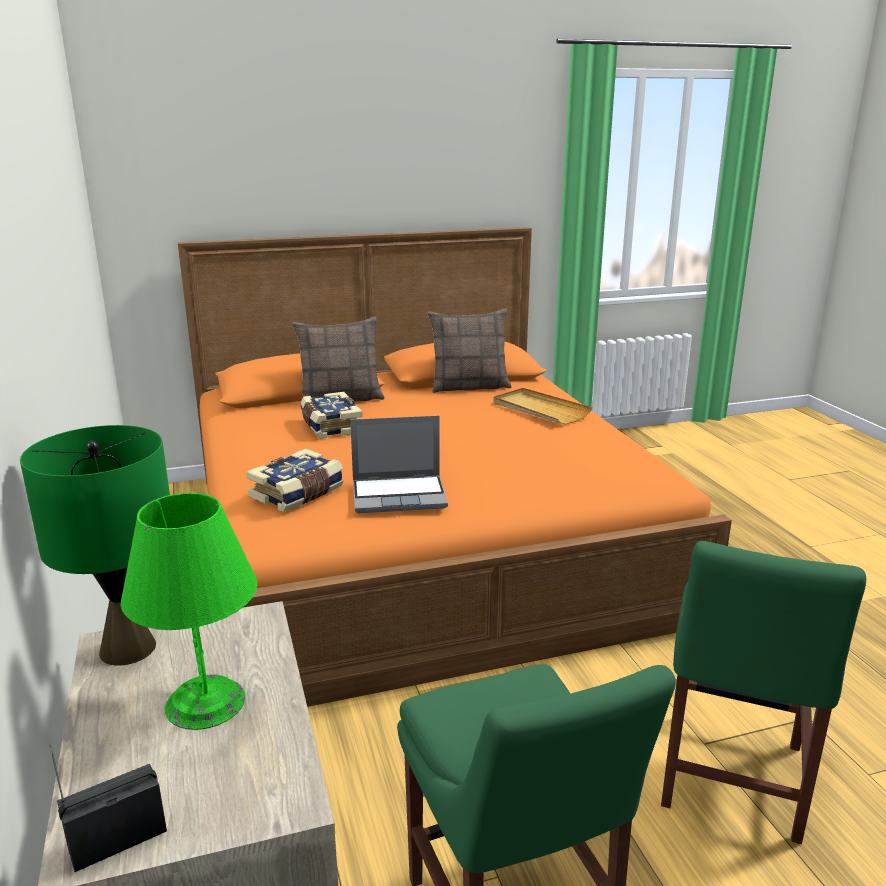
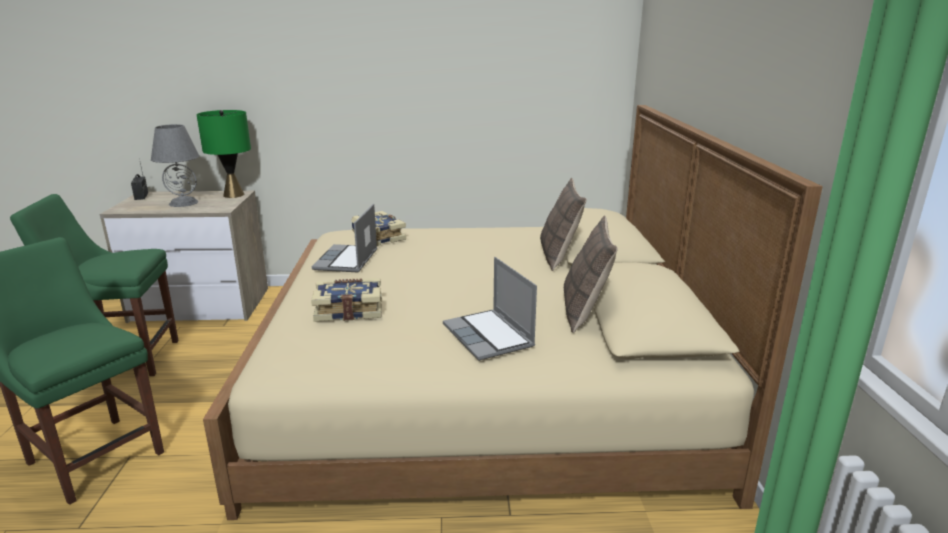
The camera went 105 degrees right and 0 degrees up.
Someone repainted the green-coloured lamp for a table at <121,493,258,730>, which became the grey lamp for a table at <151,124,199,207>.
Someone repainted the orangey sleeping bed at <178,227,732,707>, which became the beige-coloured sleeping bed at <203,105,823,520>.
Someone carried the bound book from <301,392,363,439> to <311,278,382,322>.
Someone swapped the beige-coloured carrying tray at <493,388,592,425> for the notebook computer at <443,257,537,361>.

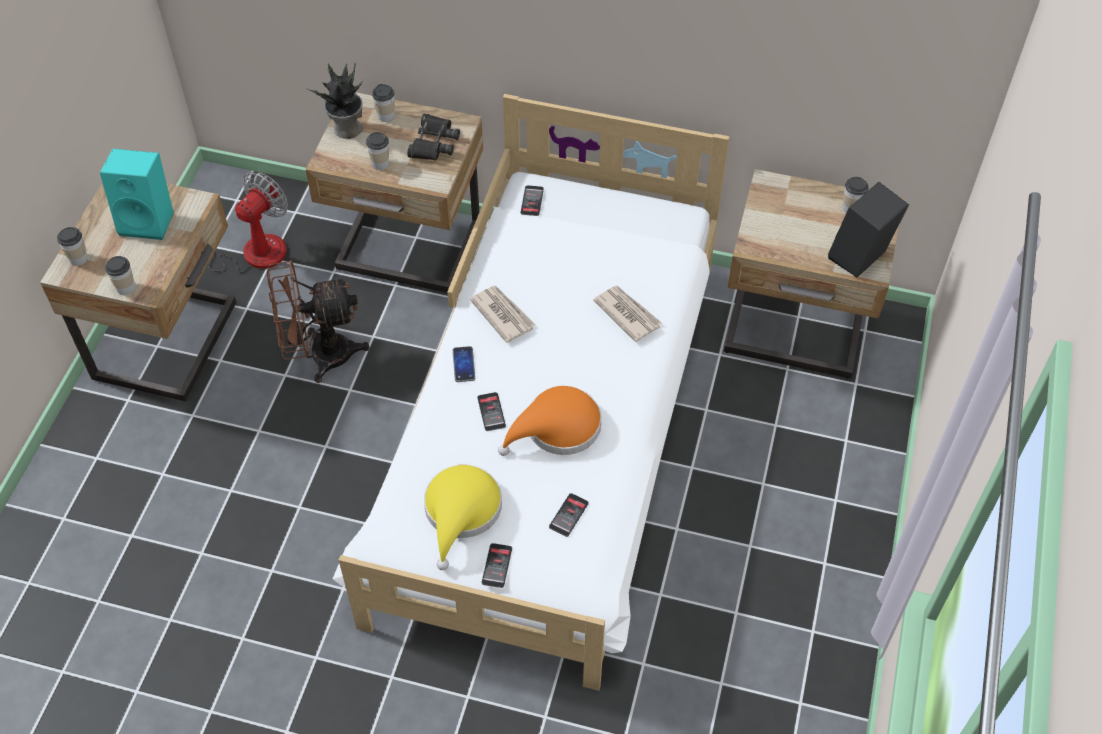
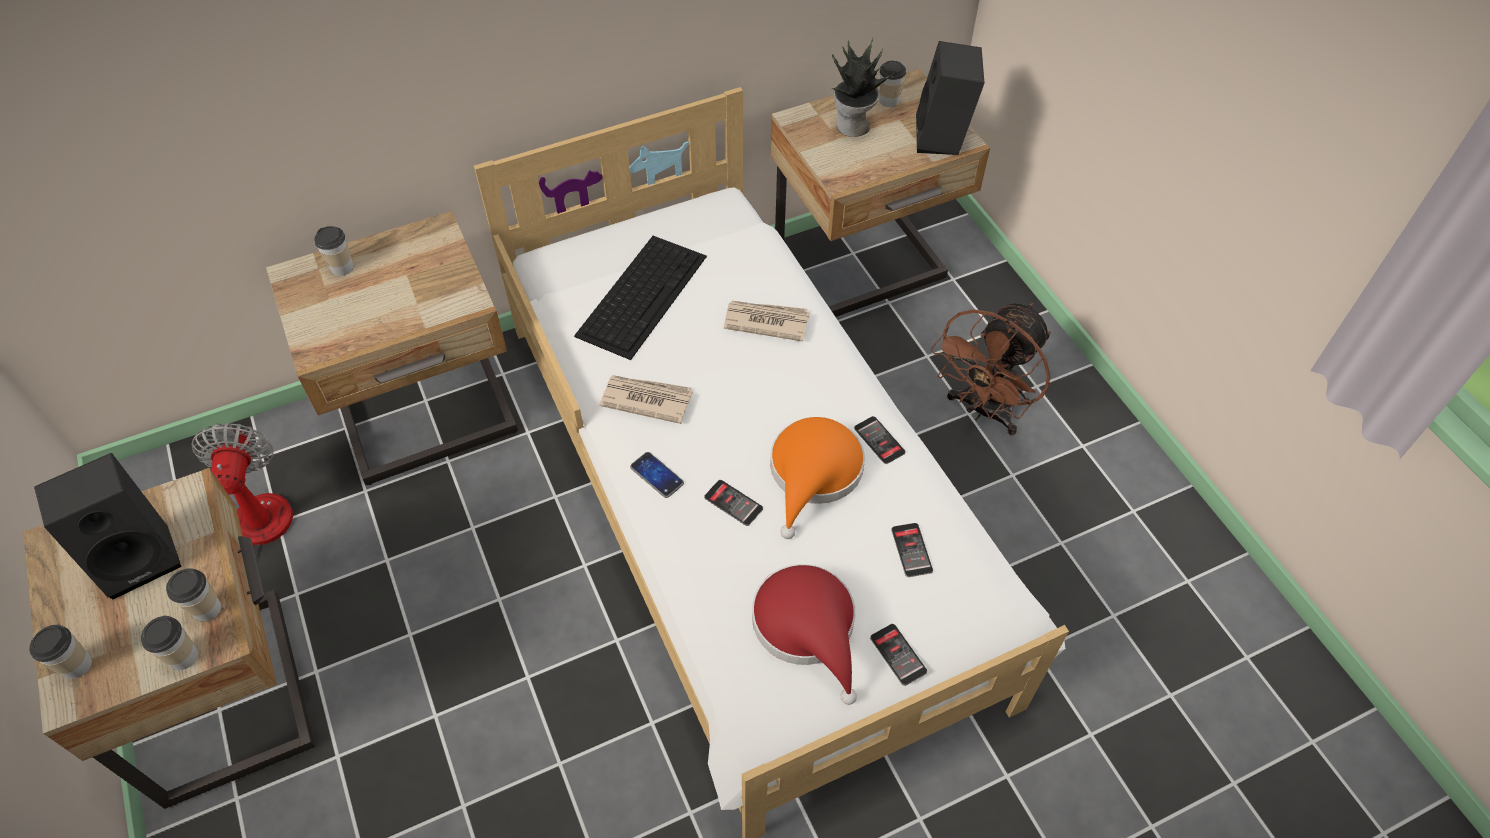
The camera went 40 degrees left and 0 degrees up.
Someone repainted the turquoise speaker at <100,149,174,240>, which became the blackish speaker at <34,453,182,599>.
Someone carried the brownish fan from <267,260,370,383> to <931,303,1051,435>.
Someone carried the plant in a pot from <306,62,363,139> to <831,37,896,137>.
Someone carried the cup from <366,132,389,170> to <166,568,221,622>.
Someone took away the blackish field glasses at <407,114,460,160>.
Someone repainted the yellow-coloured wearable hat at <424,465,502,570>, which became the red wearable hat at <752,564,857,705>.
Someone carried the phone from <521,185,544,216> to <854,416,906,464>.
Someone put down the PC keyboard at <574,236,707,360>.

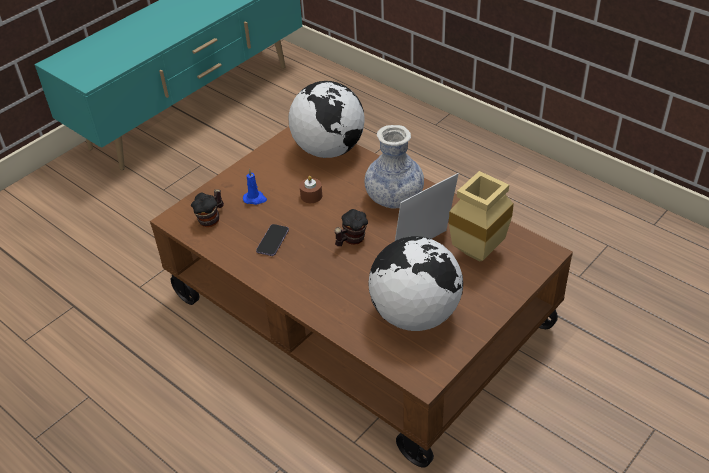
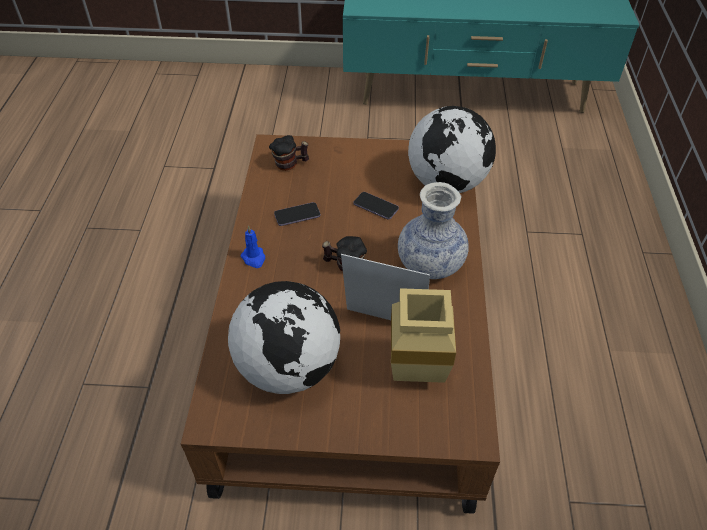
The camera went 50 degrees right and 5 degrees up.
Someone carried the bluish wax light from <243,169,267,205> to <240,225,265,268>.
Someone swapped the brownish wax light at <299,176,322,203> for the phone at <354,192,399,220>.

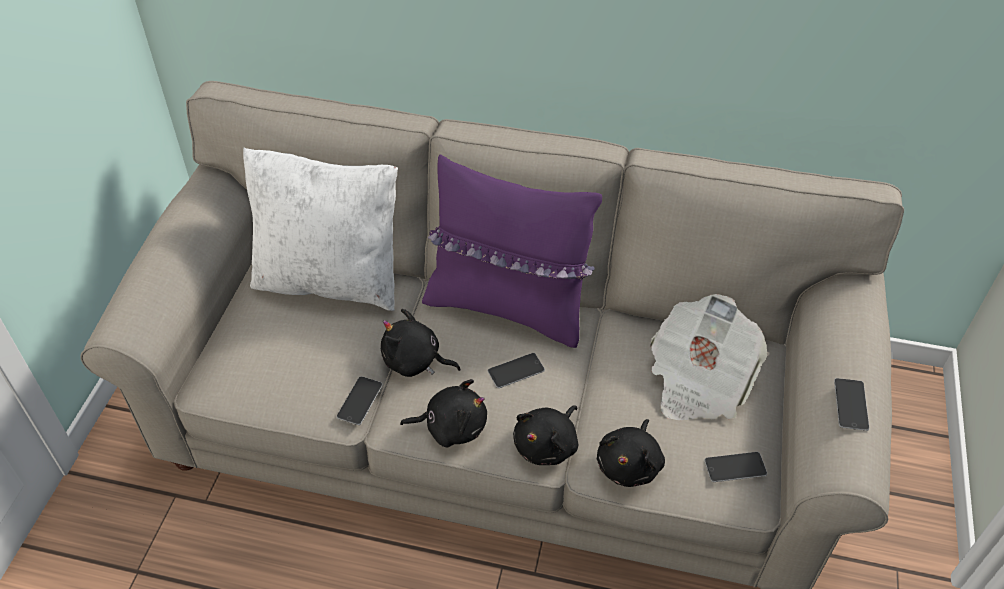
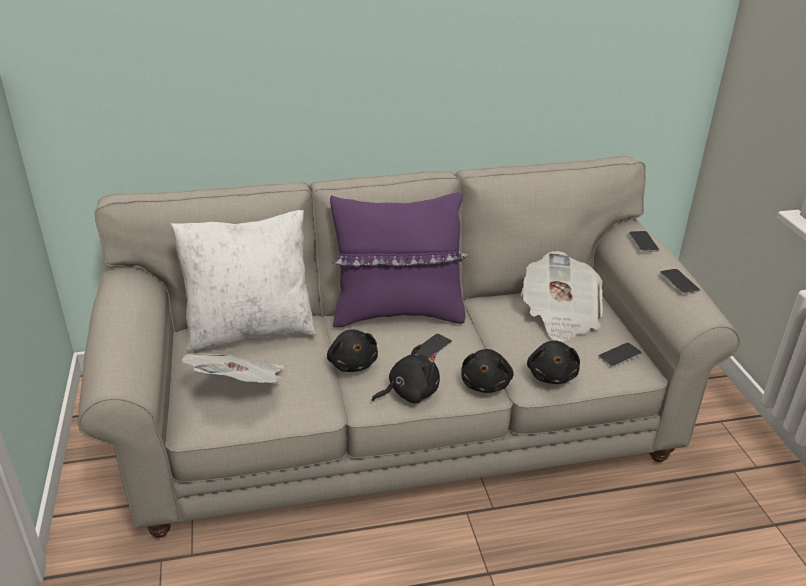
The camera went 25 degrees left and 15 degrees down.
Someone carried the phone from <337,376,383,425> to <629,231,660,252>.
Someone rotated the blackish soft toy at <381,309,461,377> by 105 degrees counterclockwise.
Someone put down the daily paper at <182,353,284,384>.

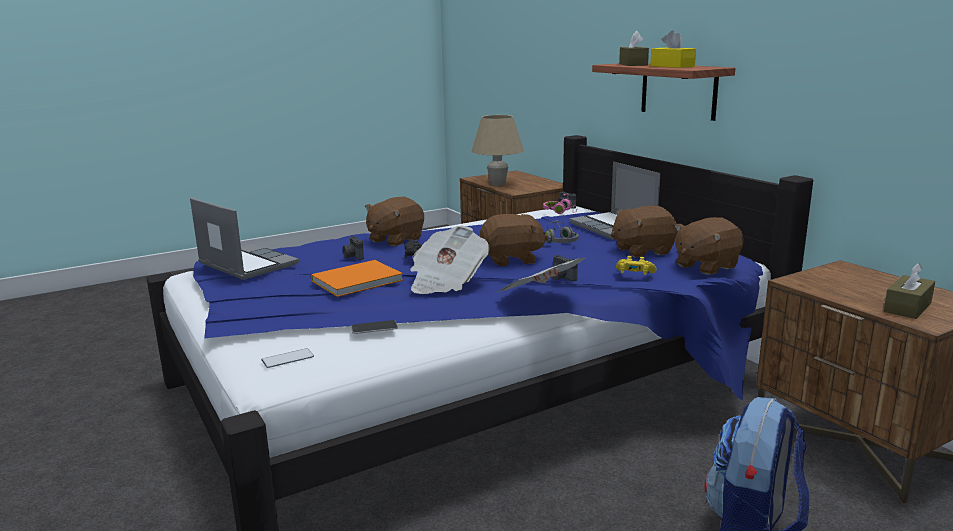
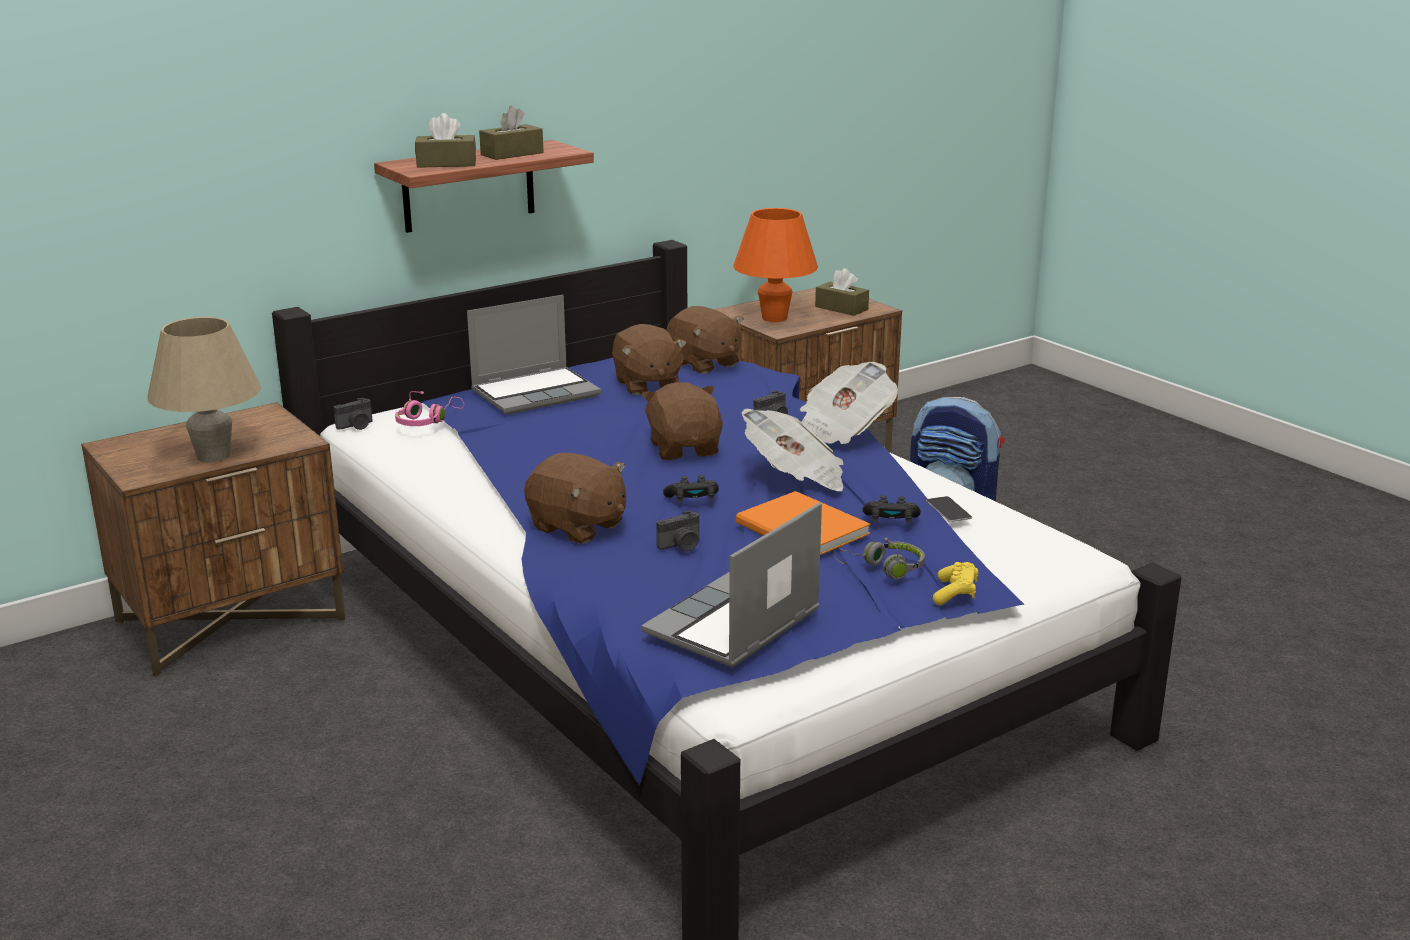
The camera went 95 degrees left and 5 degrees up.
Someone took away the phone at <261,348,314,368>.
Someone carried the grey headset from <545,220,579,243> to <834,538,925,579>.
Someone carried the yellow-coloured game controller from <616,256,657,275> to <933,562,978,605>.
Someone repainted the yellow-coloured tissue box at <650,30,696,68>, which became the brownish tissue box at <479,106,544,160>.
Someone put down the orangey lamp for a table at <733,208,818,322>.
Someone put down the blackish game controller at <863,495,921,524>.

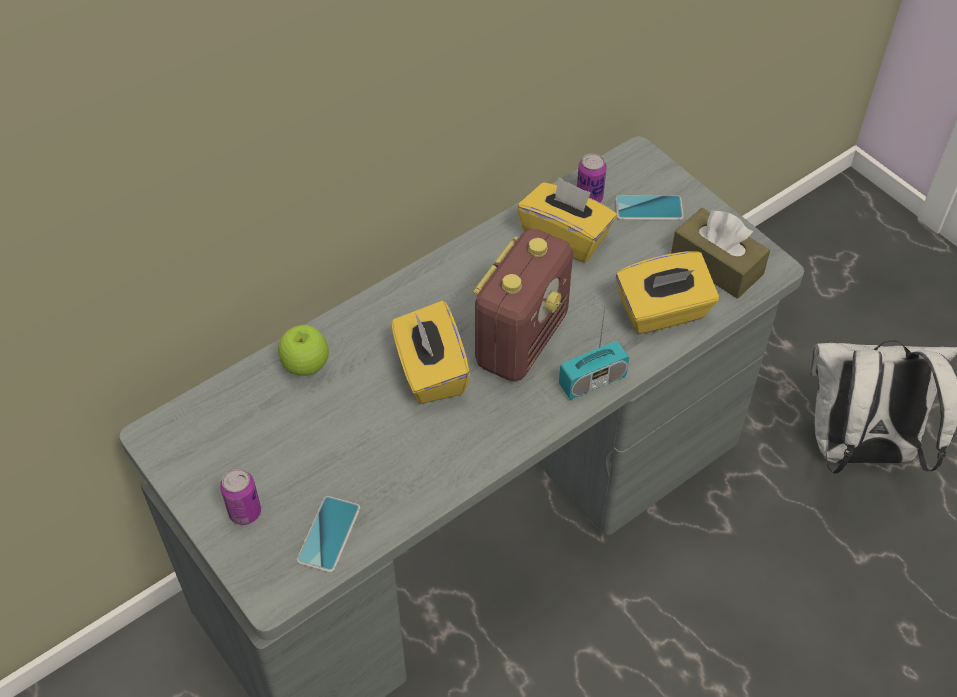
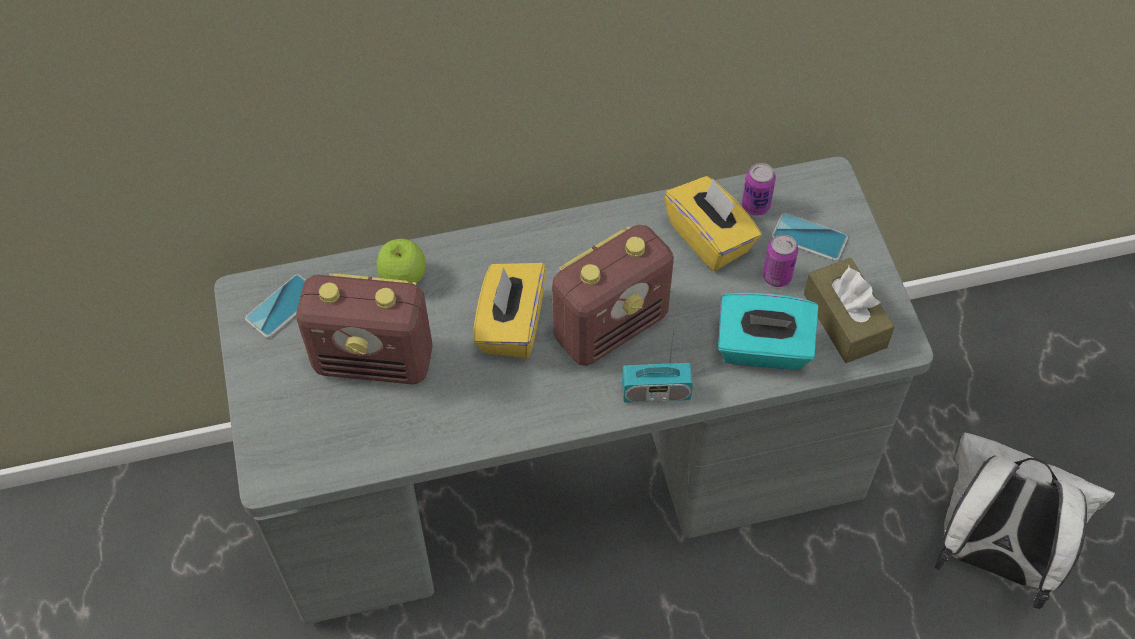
The camera went 25 degrees right and 5 degrees up.
Someone carried the metal can from <220,468,261,525> to <763,234,798,287>.
Someone carried the phone from <297,496,360,573> to <245,274,306,338>.
Someone repainted the yellow-coloured tissue box at <616,251,719,334>, which became the turquoise tissue box at <718,293,818,370>.
Someone put down the radio receiver at <296,273,433,384>.

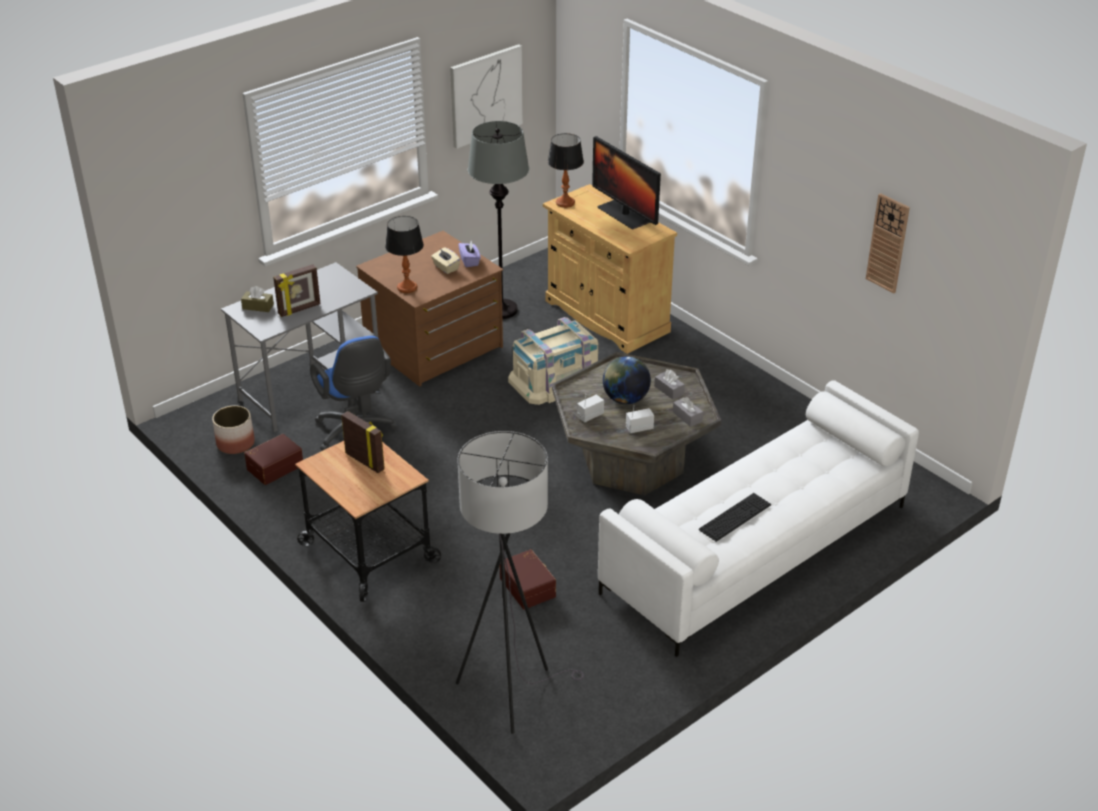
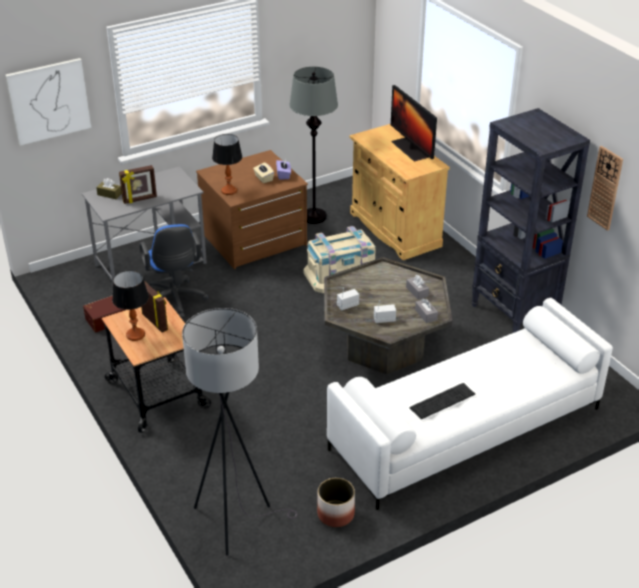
The camera went 10 degrees right and 0 degrees up.
Someone carried the plant pot from <212,406,255,454> to <317,478,355,527>.
Someone carried the wall art from <450,44,523,149> to <5,58,91,146>.
Someone took away the brownish storage bin at <500,549,556,610>.
Someone carried the lamp for a table from <548,133,584,208> to <112,270,149,341>.
Someone took away the world globe at <603,356,651,404>.
Someone put down the blackish bookcase at <472,108,590,333>.

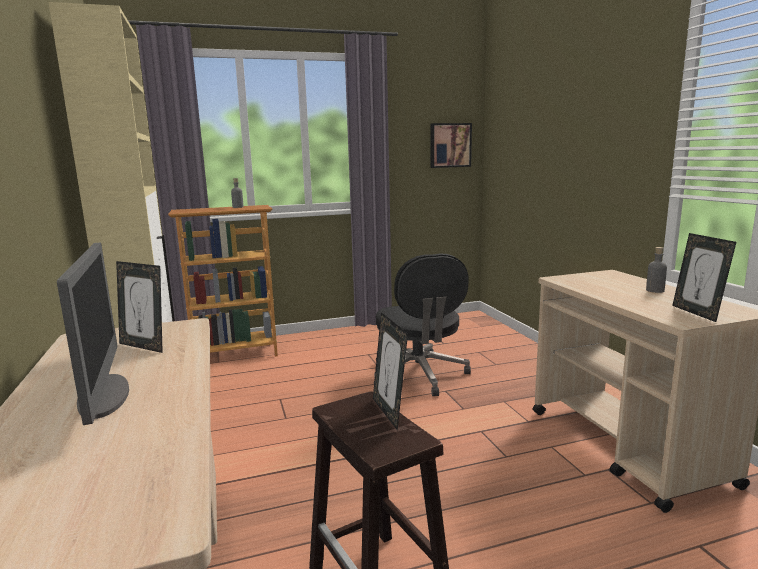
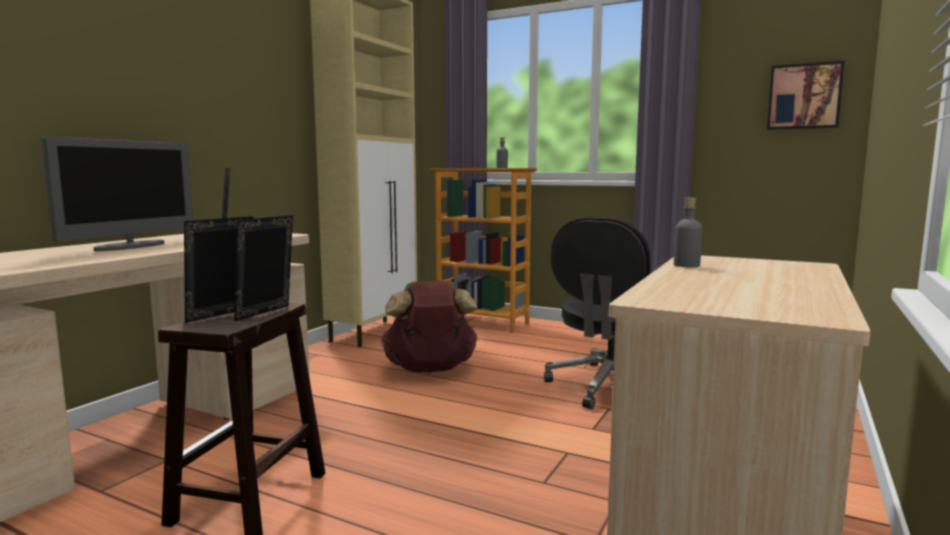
The camera went 45 degrees right and 5 degrees down.
Someone carried the grey drink bottle from <646,247,667,293> to <674,198,702,267>.
Someone carried the standing frame from <672,233,736,322> to <184,216,253,323>.
Someone put down the brownish rucksack at <381,281,478,373>.

